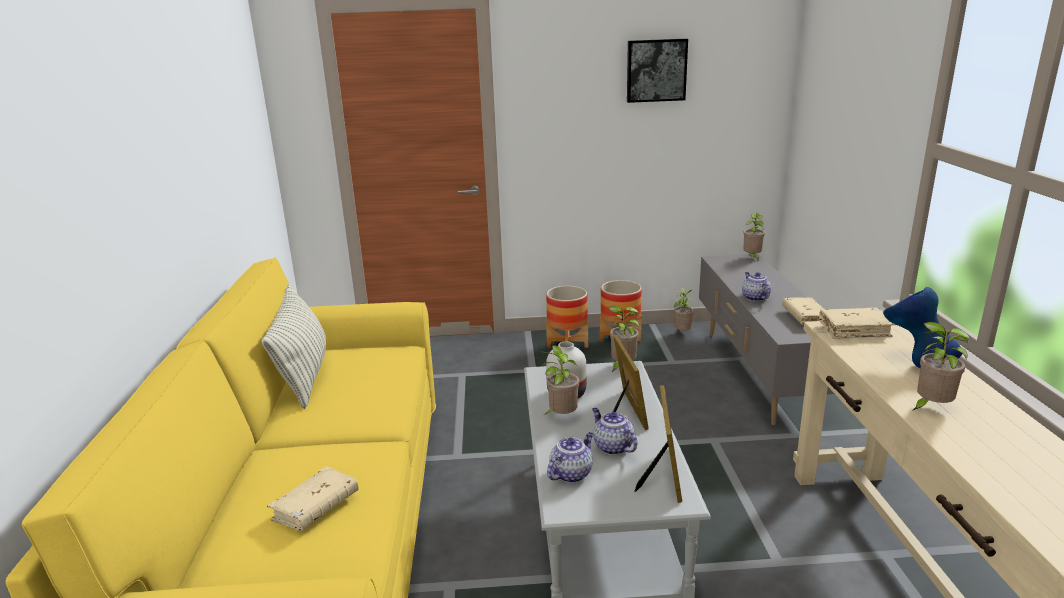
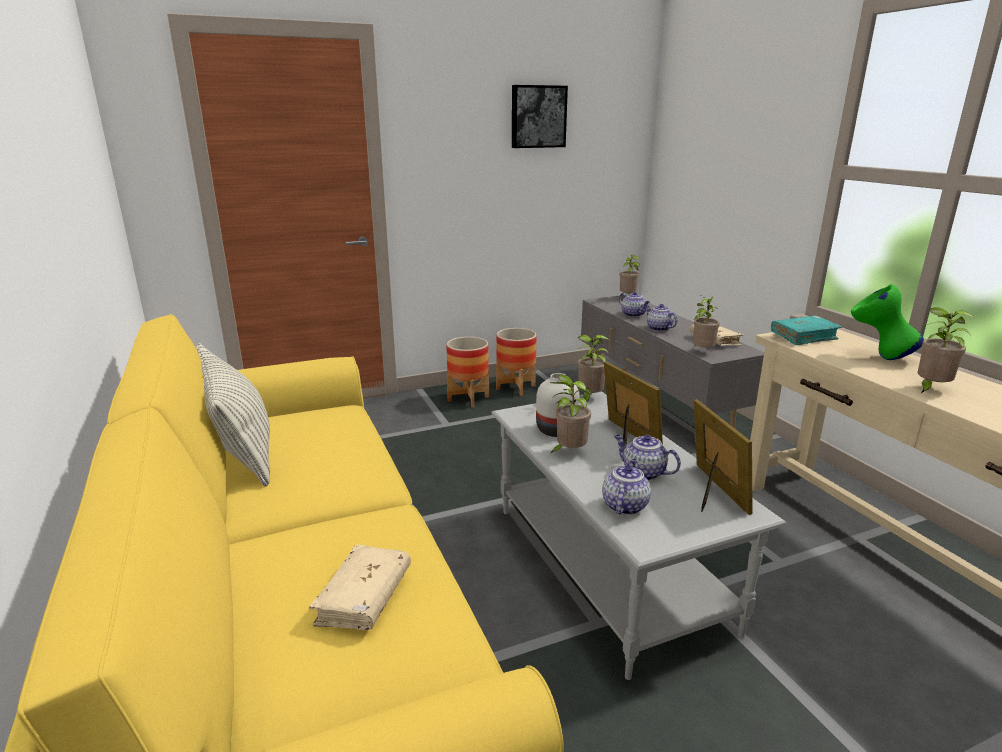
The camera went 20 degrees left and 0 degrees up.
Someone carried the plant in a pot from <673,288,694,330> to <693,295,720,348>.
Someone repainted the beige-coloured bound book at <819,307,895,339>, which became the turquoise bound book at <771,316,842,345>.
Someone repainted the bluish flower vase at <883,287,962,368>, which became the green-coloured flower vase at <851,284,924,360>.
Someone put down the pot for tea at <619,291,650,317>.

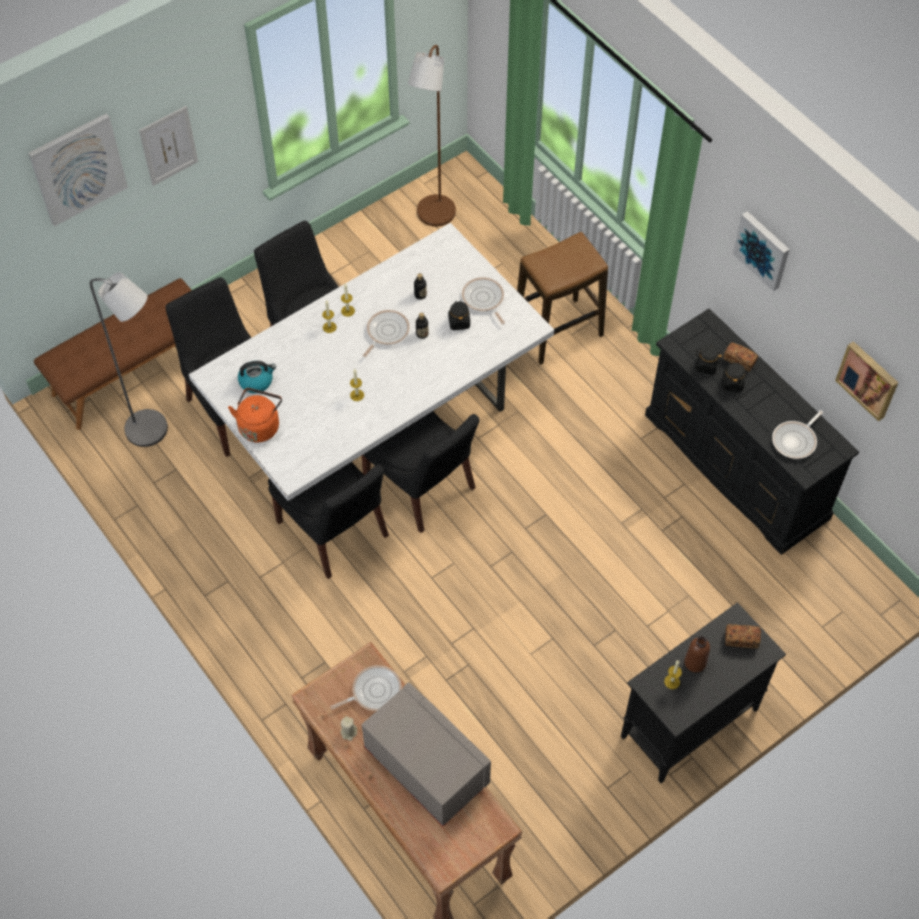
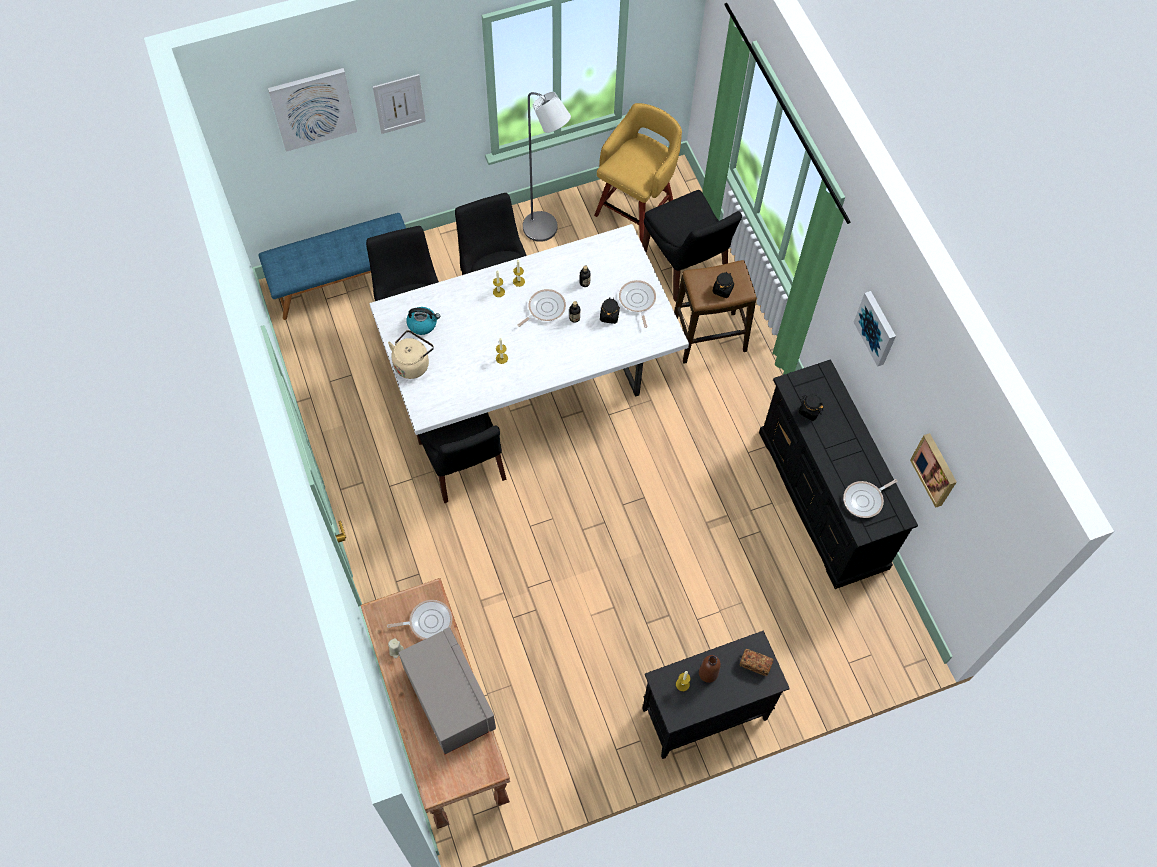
The camera went 15 degrees right and 5 degrees up.
Someone repainted the brownish indoor bench at <34,278,192,430>, which became the bluish indoor bench at <258,213,406,320>.
Someone carried the grey floor lamp from <90,272,168,447> to <523,92,571,242>.
Someone repainted the orangey kettle at <228,388,282,442>, which became the beige-coloured kettle at <388,330,434,379>.
Someone carried the blackish upright chair from <362,411,479,533> to <642,190,742,302>.
Someone swapped the brownish floor lamp at <408,45,456,227> for the yellow-coloured sitting stool at <594,103,682,243>.
Someone carried the blackish jar from <722,362,745,392> to <713,271,734,298>.
Someone took away the bread at <723,342,758,372>.

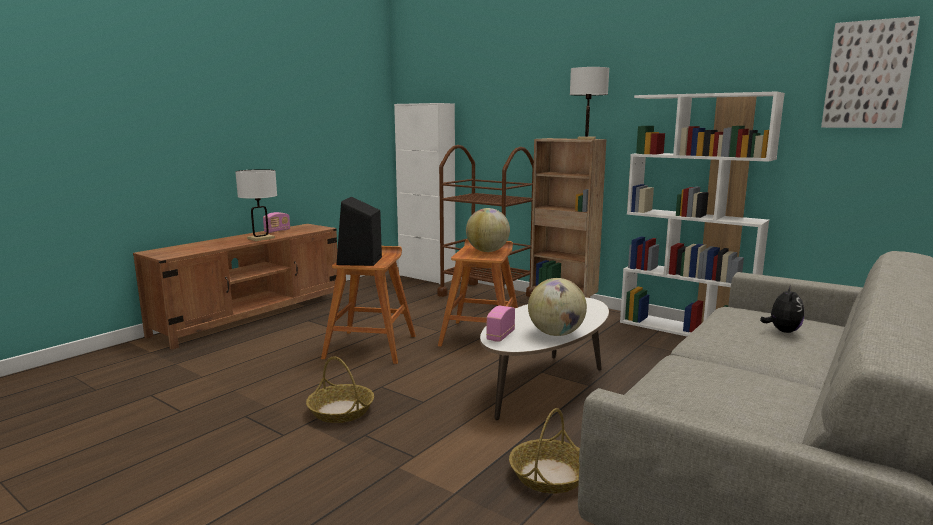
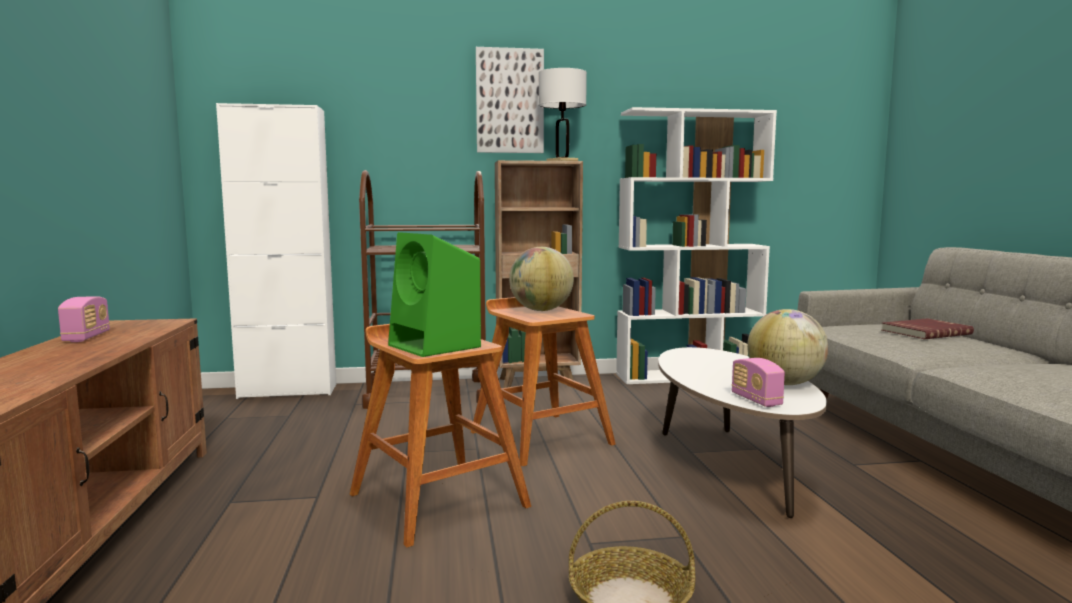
The camera went 45 degrees left and 5 degrees down.
Someone took away the whitish lamp for a table at <235,169,277,241>.
Someone repainted the blackish speaker at <336,197,382,266>, which became the green-coloured speaker at <388,232,481,357>.
Someone took away the basket at <509,408,580,494>.
Someone swapped the soft toy at <760,286,804,333> for the red bound book at <881,318,974,339>.
Someone carried the wall art from <821,16,920,128> to <476,47,544,153>.

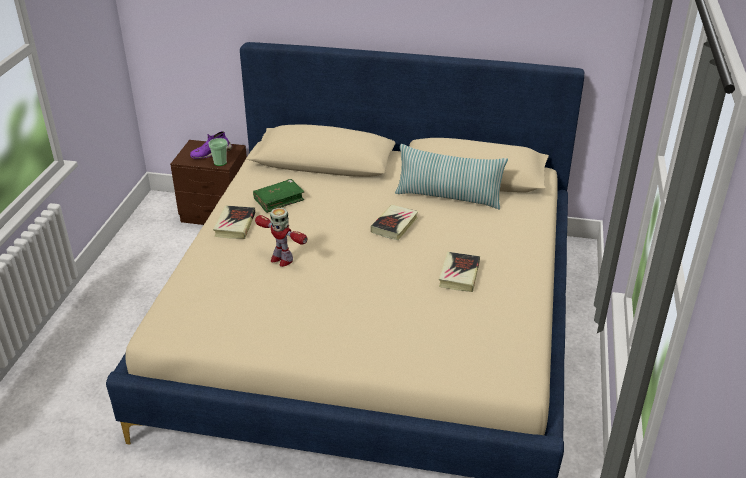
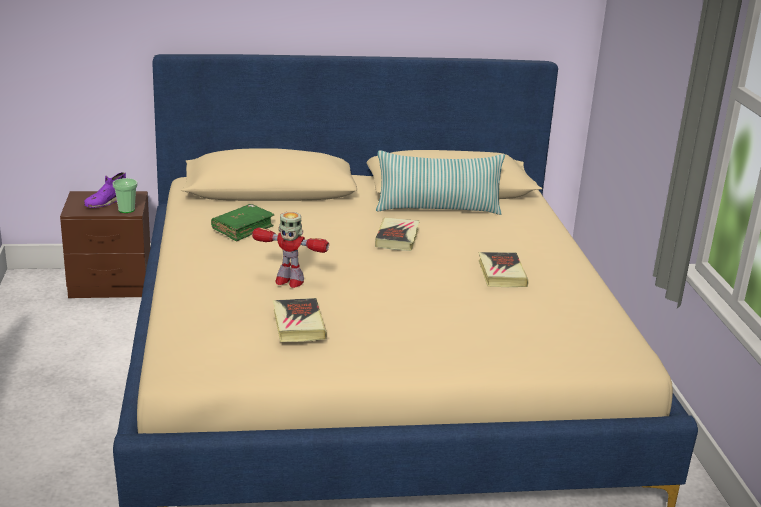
The camera went 20 degrees left and 10 degrees down.
Someone carried the bound book from <213,205,255,239> to <273,298,327,342>.

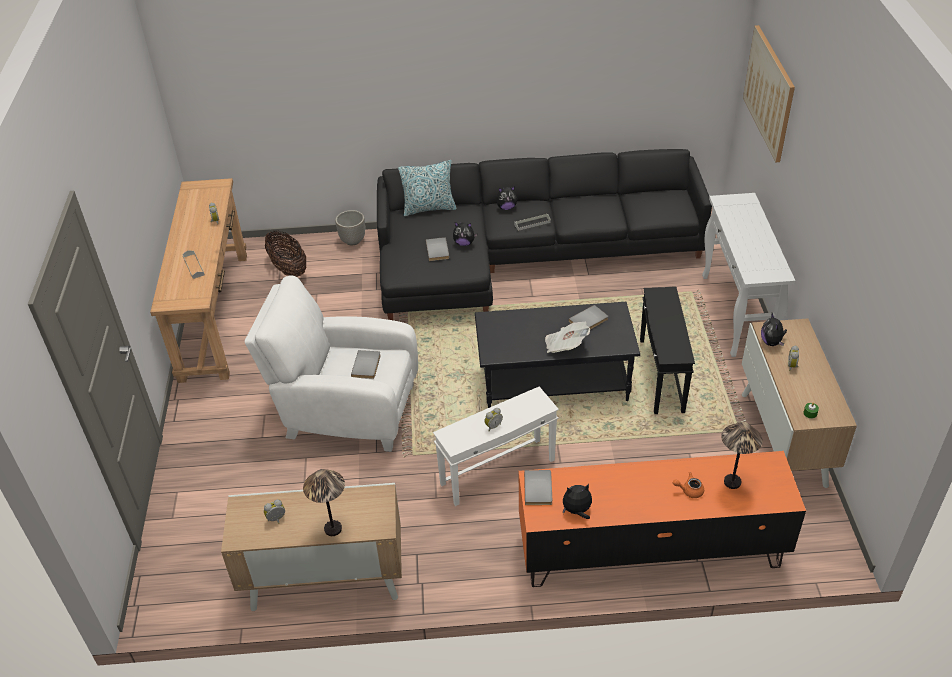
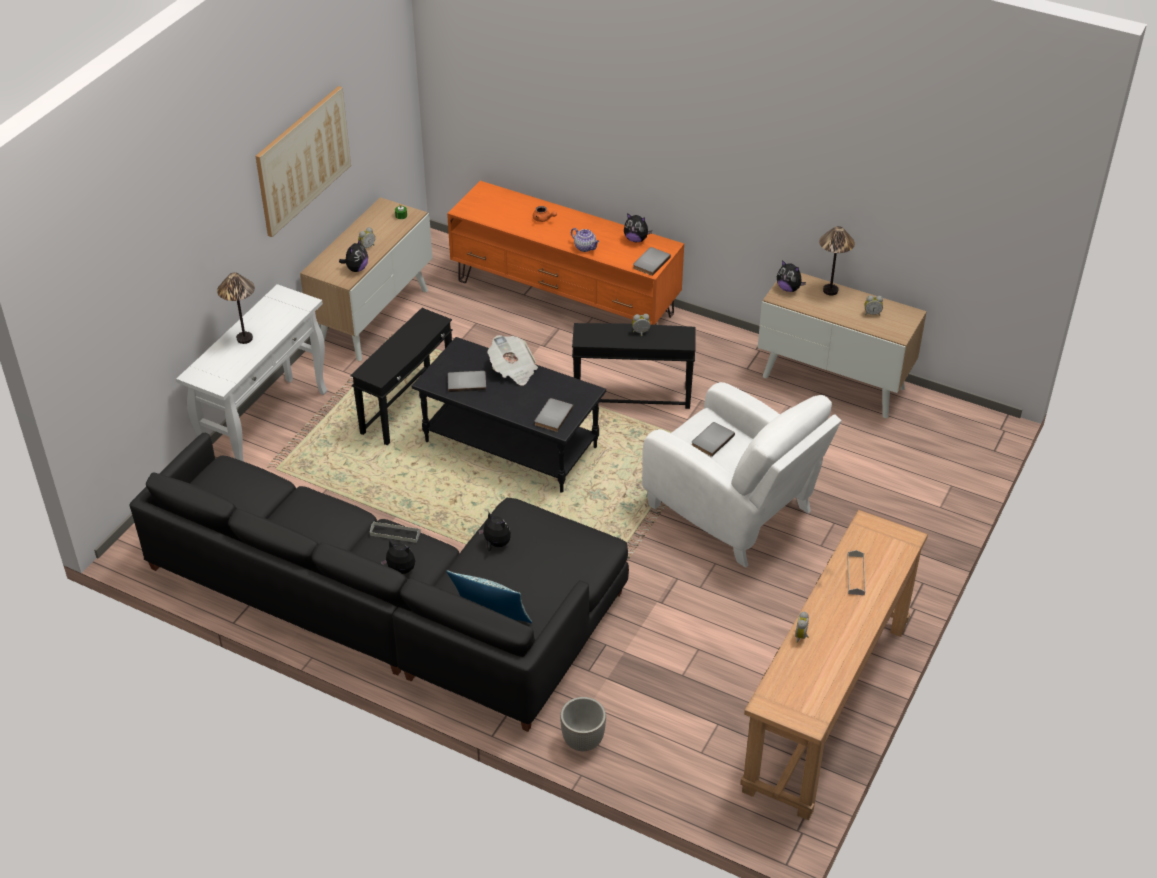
The camera went 150 degrees left and 0 degrees up.
Someone took away the basket at <265,231,306,277>.
Someone carried the grey bound book from <426,237,449,261> to <535,398,574,432>.
Someone repainted the whitish end table at <433,386,559,506>, which became the blackish end table at <572,323,696,409>.
Someone carried the lamp for a table from <721,422,762,489> to <217,272,255,344>.
Someone carried the wall art from <743,25,795,162> to <255,86,351,237>.
Someone put down the pot for tea at <571,228,600,252>.
Someone put down the soft toy at <777,260,806,292>.

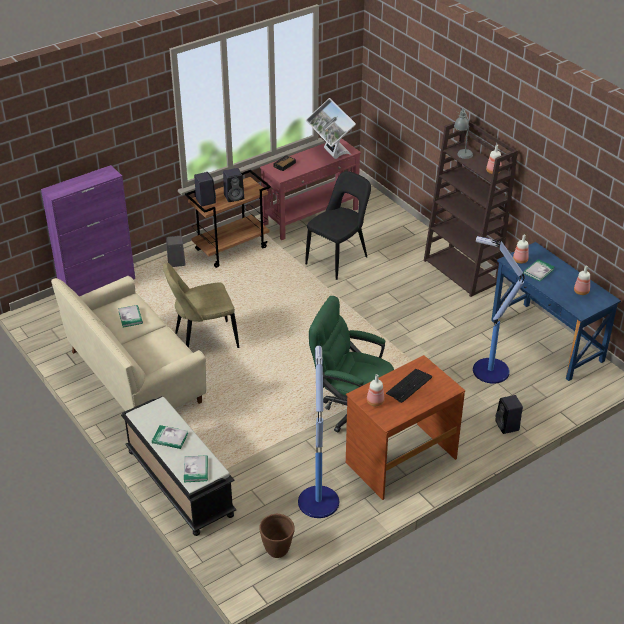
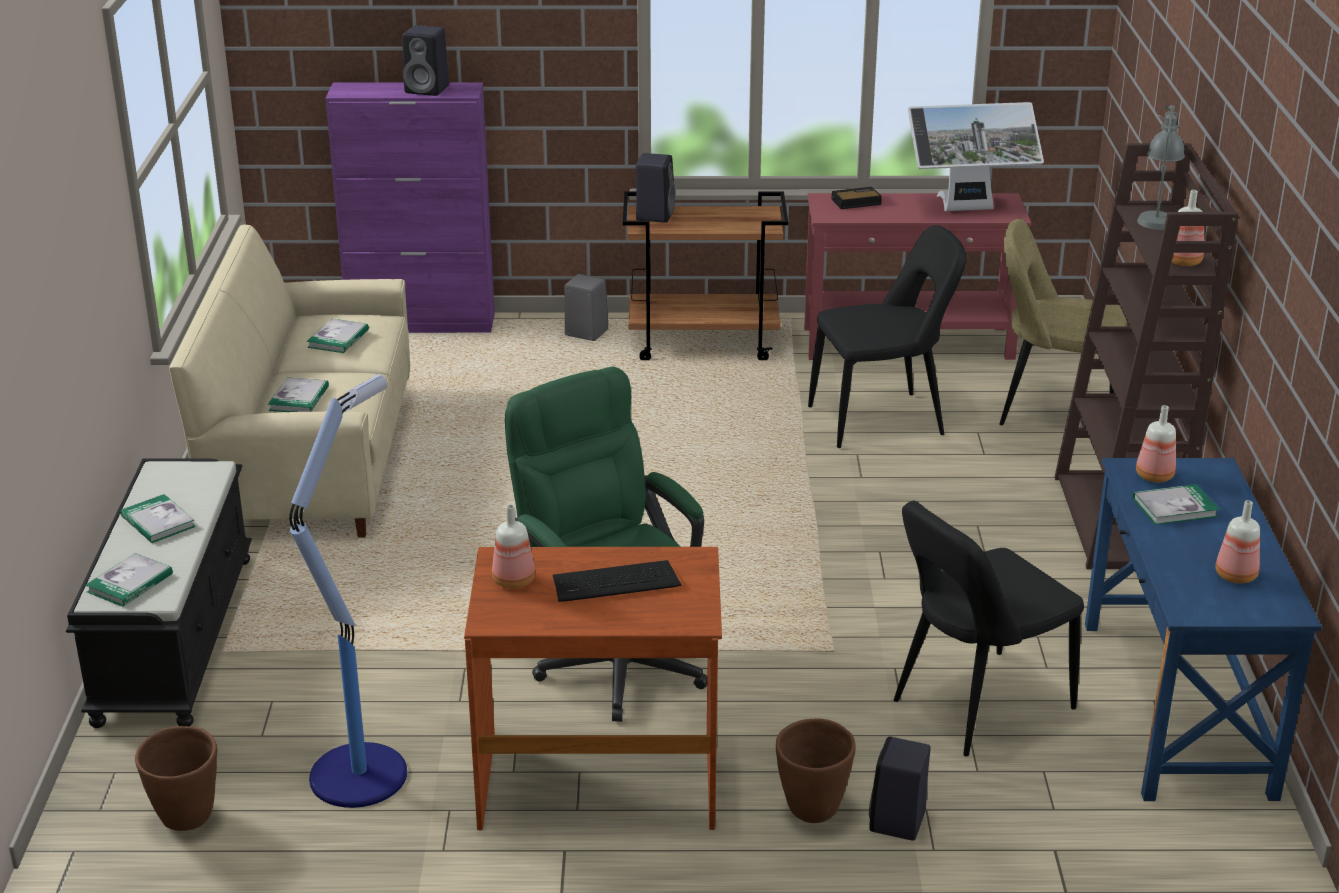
The camera went 35 degrees right and 10 degrees down.
Someone carried the beige-coloured upright chair from <163,263,239,348> to <999,219,1127,425>.
Someone carried the blackish speaker from <223,168,244,202> to <402,25,449,96>.
Someone rotated the monitor at <306,98,356,159> by 105 degrees counterclockwise.
Someone swapped the floor lamp at <473,236,525,384> for the blackish upright chair at <894,501,1084,756>.
Someone put down the bound book at <268,377,329,412>.
Someone put down the brownish plant pot at <776,719,855,823>.

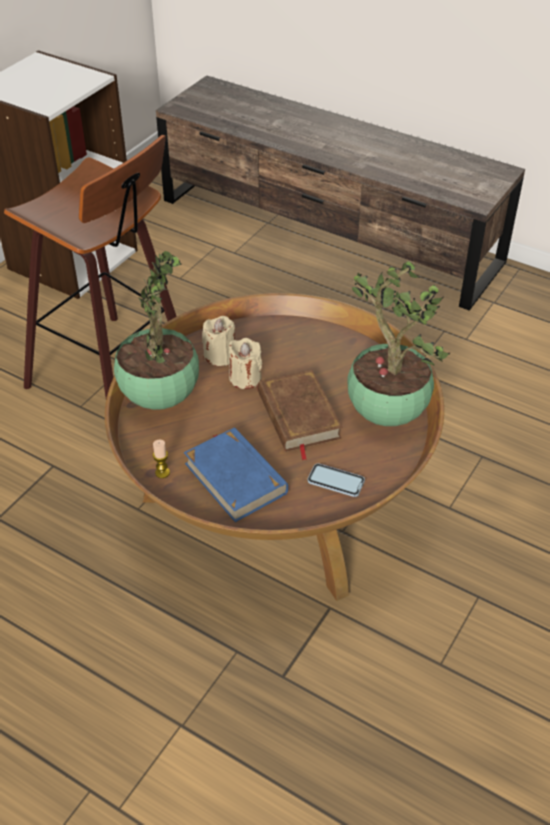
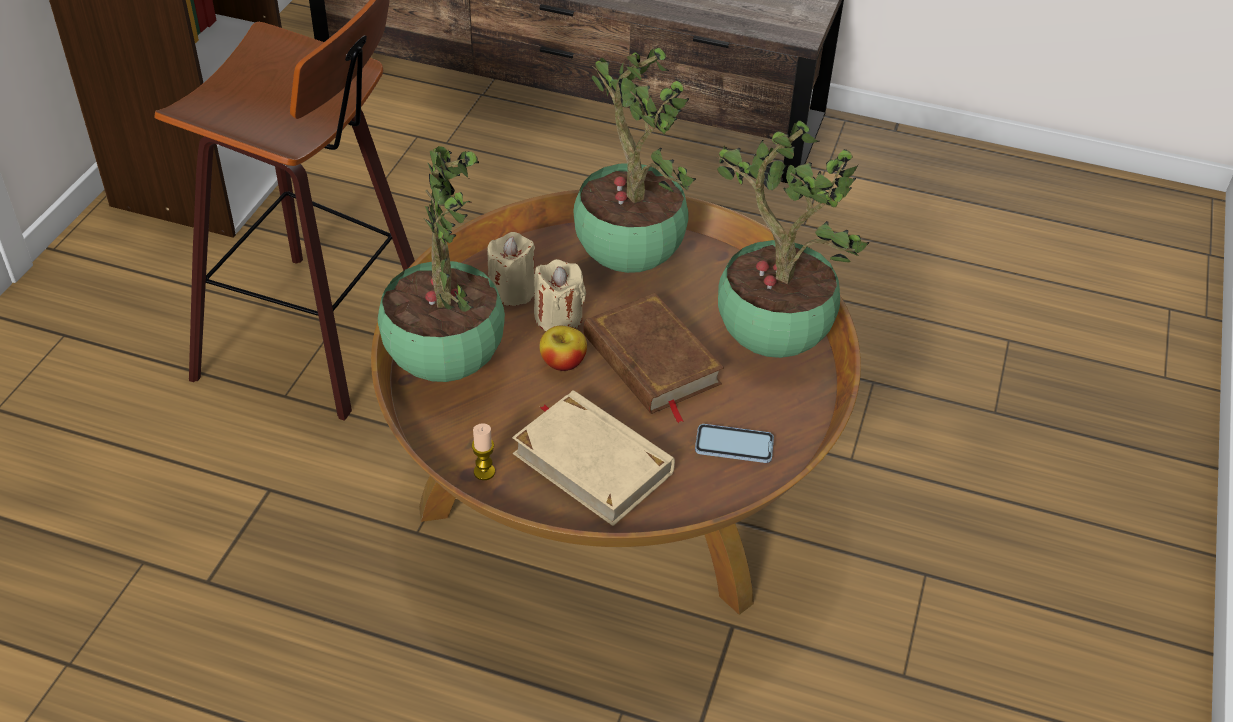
The camera went 15 degrees left and 0 degrees up.
Someone repainted the bluish bound book at <184,427,288,522>, which became the beige-coloured bound book at <512,390,675,526>.
Someone put down the whole apple at <539,326,587,371>.
Someone put down the plant in a pot at <573,48,696,273>.

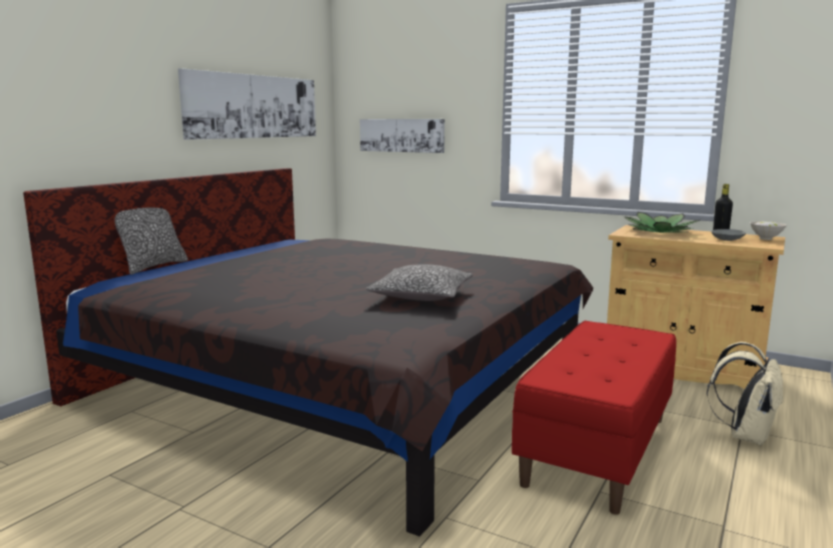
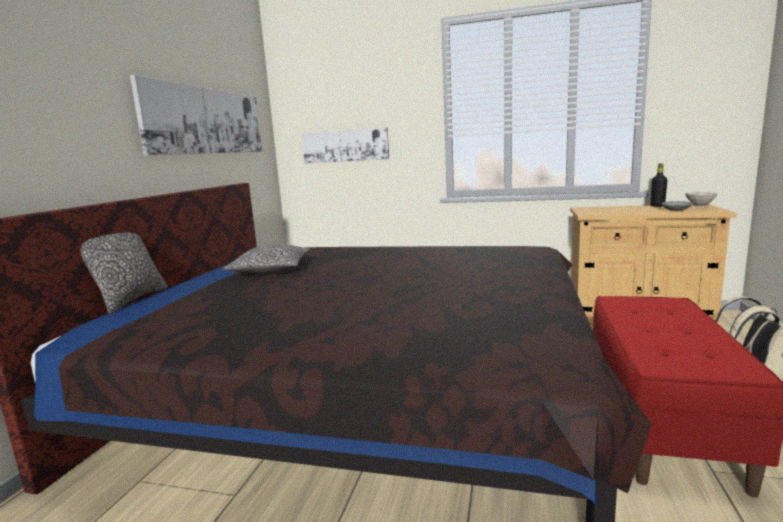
The camera went 15 degrees left and 0 degrees up.
Someone carried the cushion from <366,264,473,301> to <223,244,311,273>.
Someone took away the plant in a pot at <624,212,700,233>.

